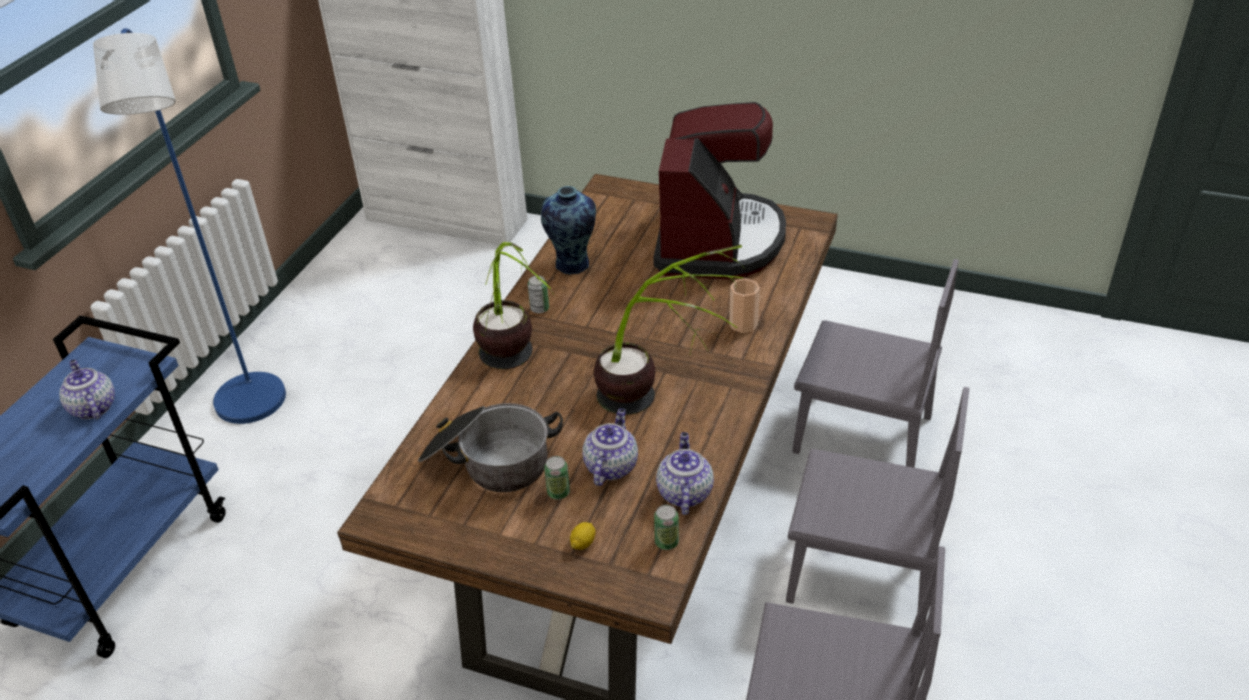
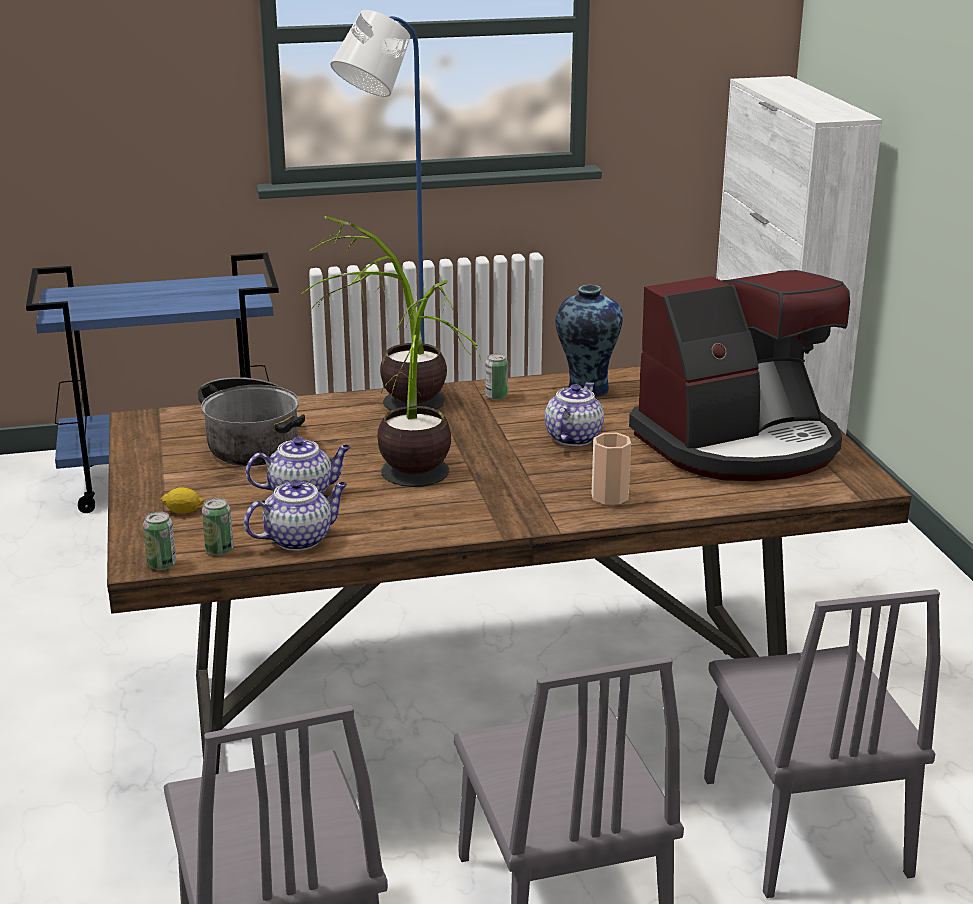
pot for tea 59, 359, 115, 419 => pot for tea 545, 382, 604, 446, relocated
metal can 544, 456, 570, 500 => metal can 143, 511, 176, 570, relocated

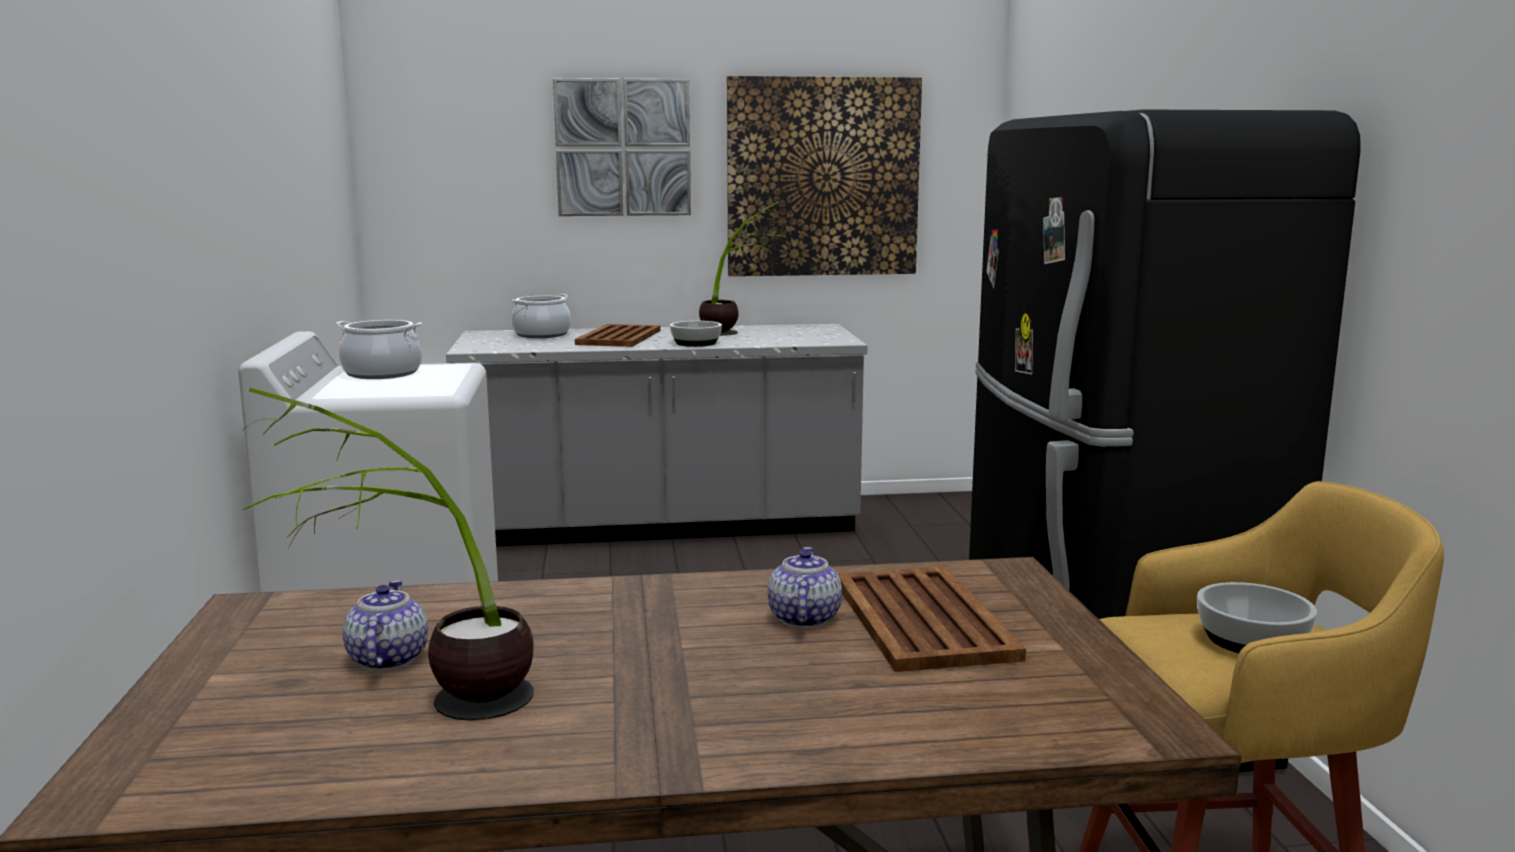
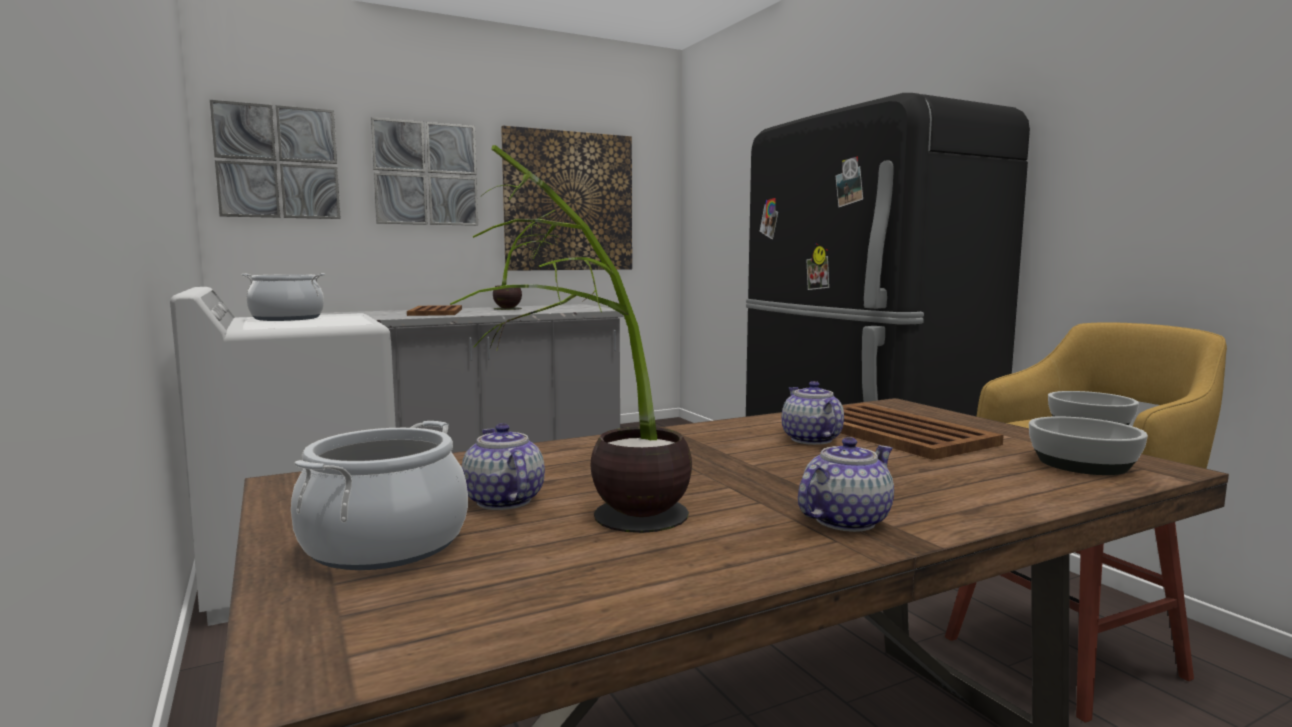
stockpot 511, 294, 571, 338 => stockpot 291, 421, 468, 570, relocated
serving bowl 670, 321, 722, 347 => serving bowl 1029, 416, 1148, 475, relocated
nothing => picture 210, 100, 341, 219
nothing => pot for tea 798, 437, 894, 532

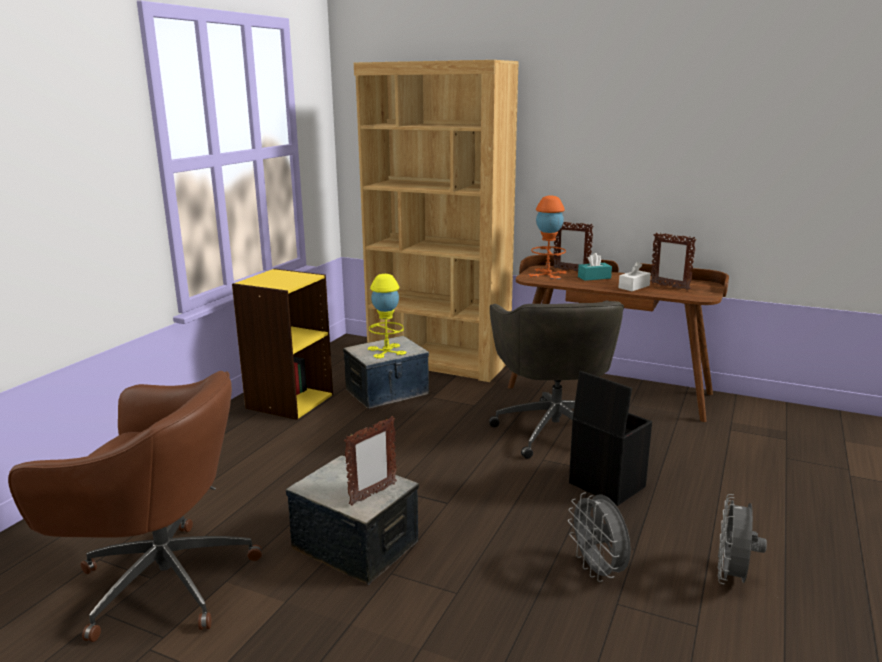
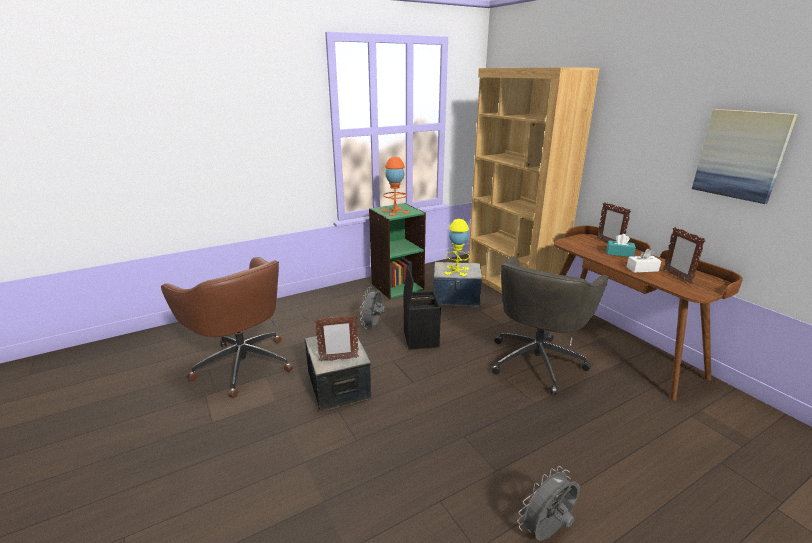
bookshelf (yellow-coloured) 232, 268, 333, 420 => bookshelf (green) 369, 203, 426, 299
lamp for a table (orangey) 528, 195, 567, 279 => lamp for a table (orangey) 381, 157, 409, 216, relocated
electric fan (greyish) 568, 492, 631, 582 => electric fan (greyish) 360, 287, 385, 328, relocated
storage bin (black) 569, 371, 652, 506 => storage bin (black) 403, 265, 441, 350, relocated
nothing => picture 692, 109, 798, 204

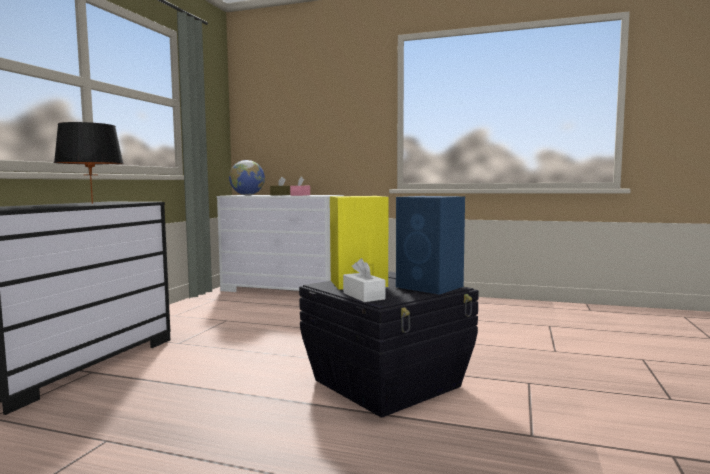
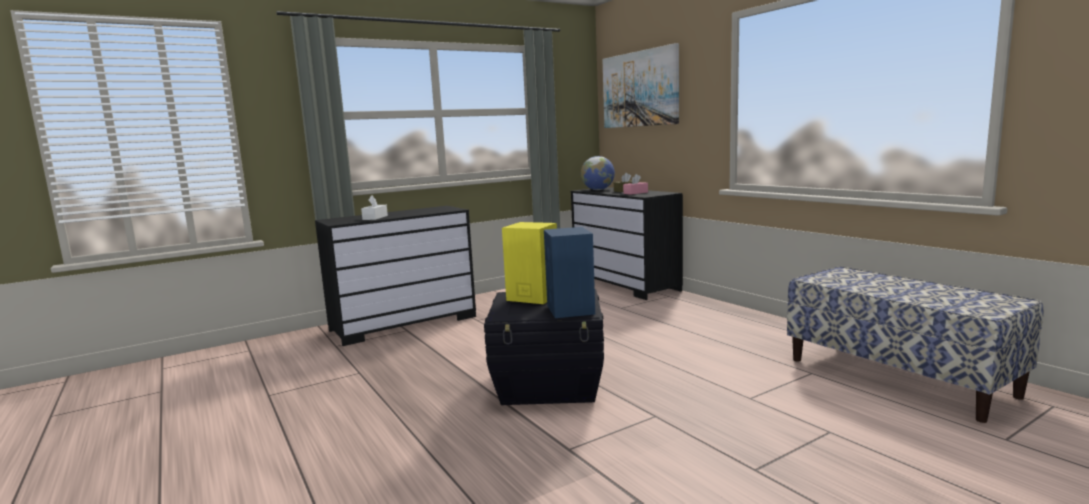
lamp for a table (black) 54, 122, 124, 204 => nothing
dresser (whitish) 217, 195, 344, 292 => dresser (black) 571, 187, 683, 300
tissue box (whitish) 343, 258, 385, 302 => tissue box (whitish) 361, 195, 388, 220, relocated
nothing => picture 603, 43, 679, 128
nothing => long seat 787, 267, 1043, 423

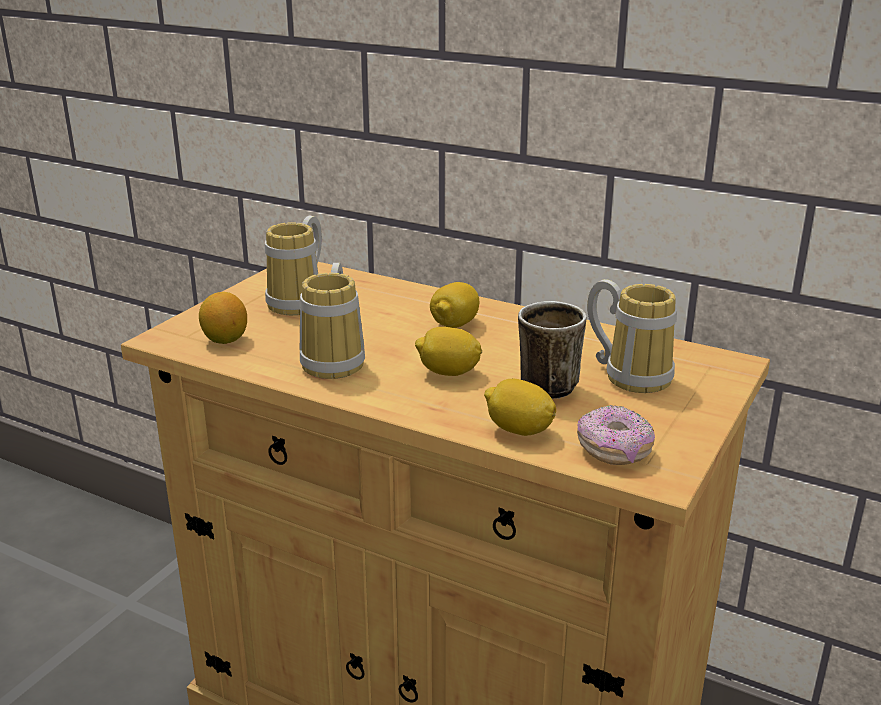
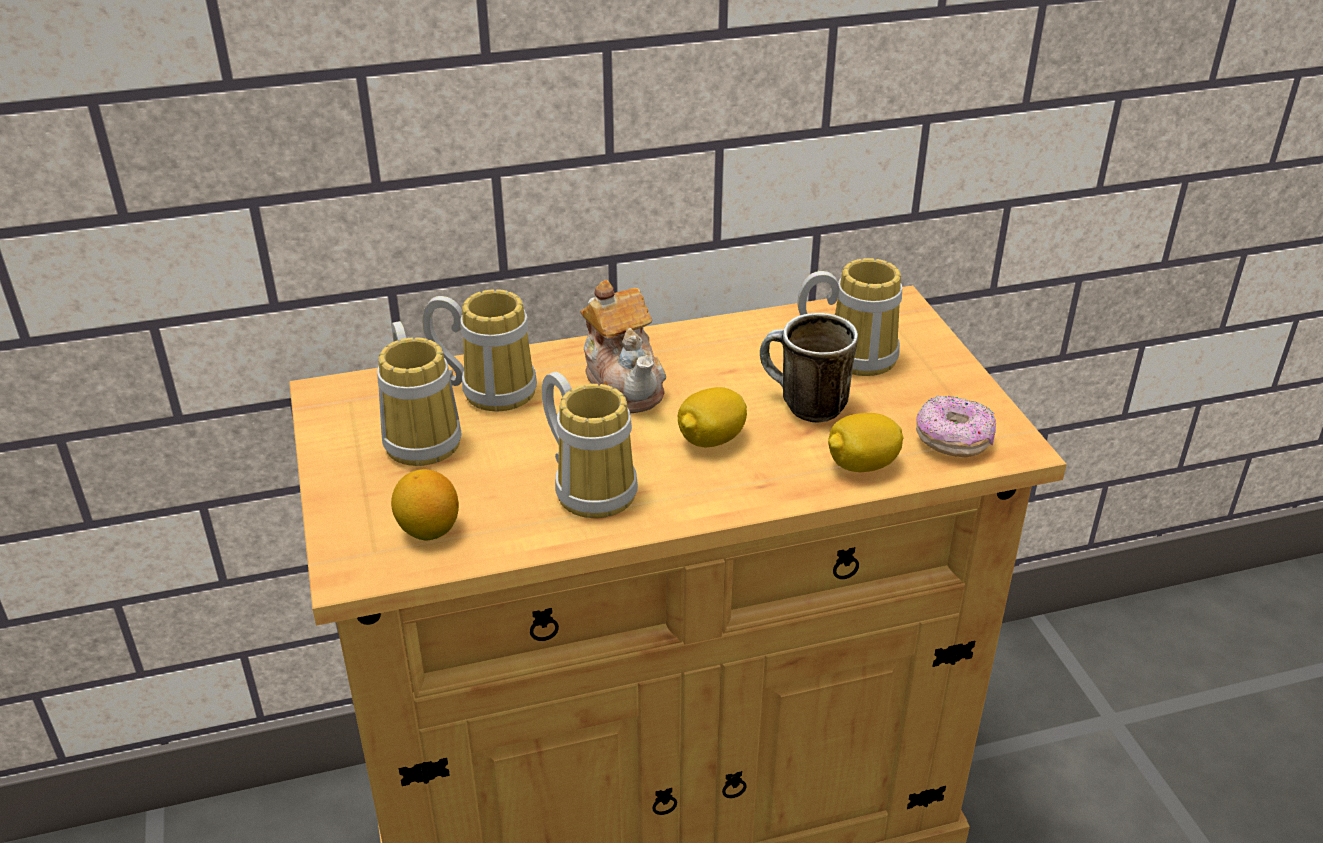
lemon 430, 282, 479, 328 => pot for tea 580, 280, 666, 413
nothing => mug 422, 289, 537, 411

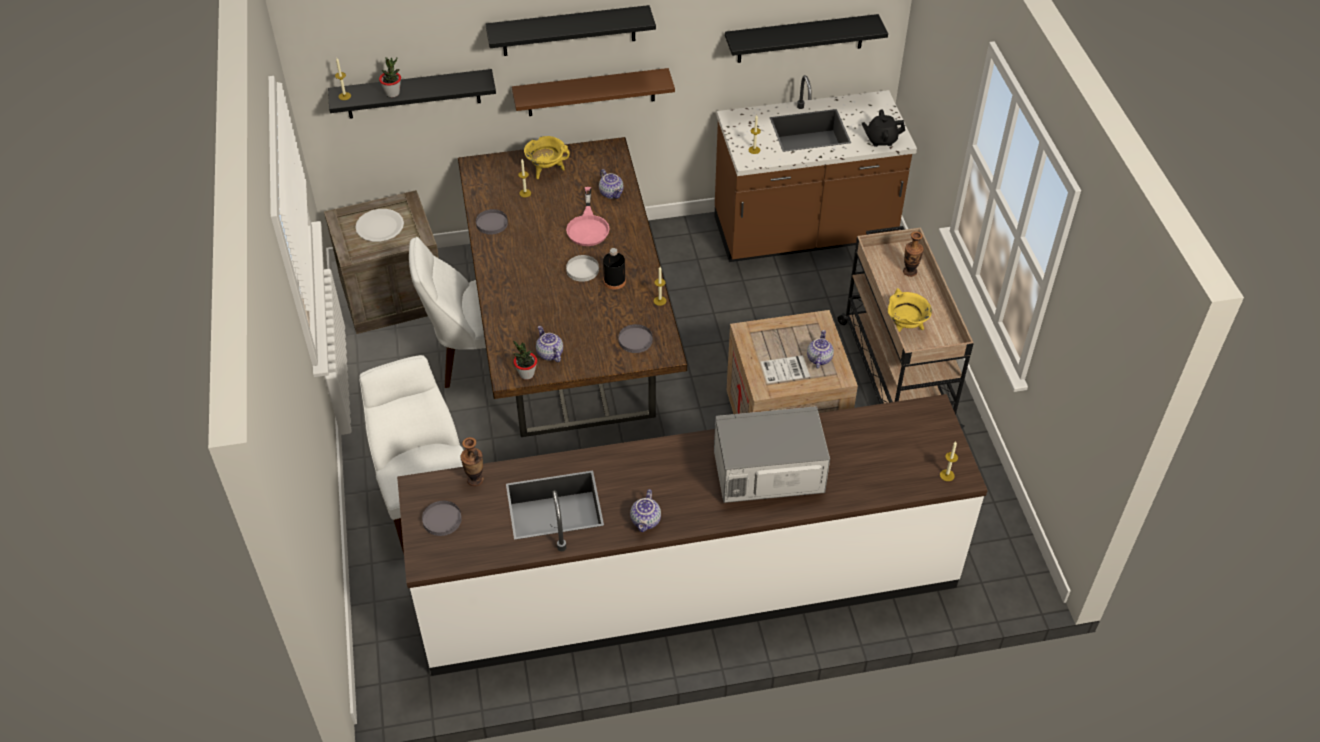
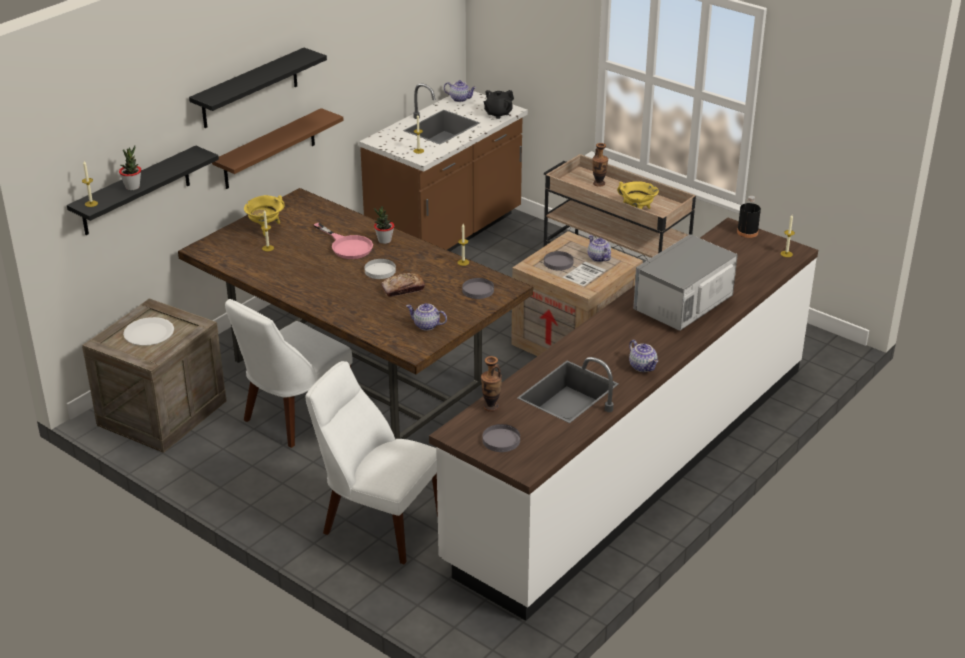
flat dish (greyish) 476, 209, 508, 234 => flat dish (greyish) 544, 251, 574, 271, relocated
houseplant 513, 340, 537, 380 => houseplant 374, 206, 394, 244, relocated
pot for tea 599, 169, 624, 199 => pot for tea 444, 80, 476, 102, relocated
beverage bottle (black) 603, 248, 626, 289 => beverage bottle (black) 737, 196, 761, 238, relocated
shelf (black) 725, 14, 888, 63 => nothing
nothing => bakery bread 381, 273, 425, 297

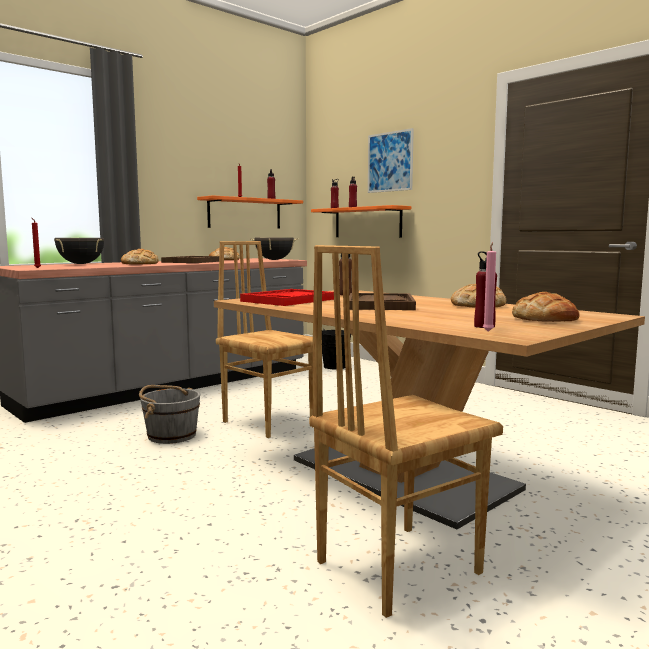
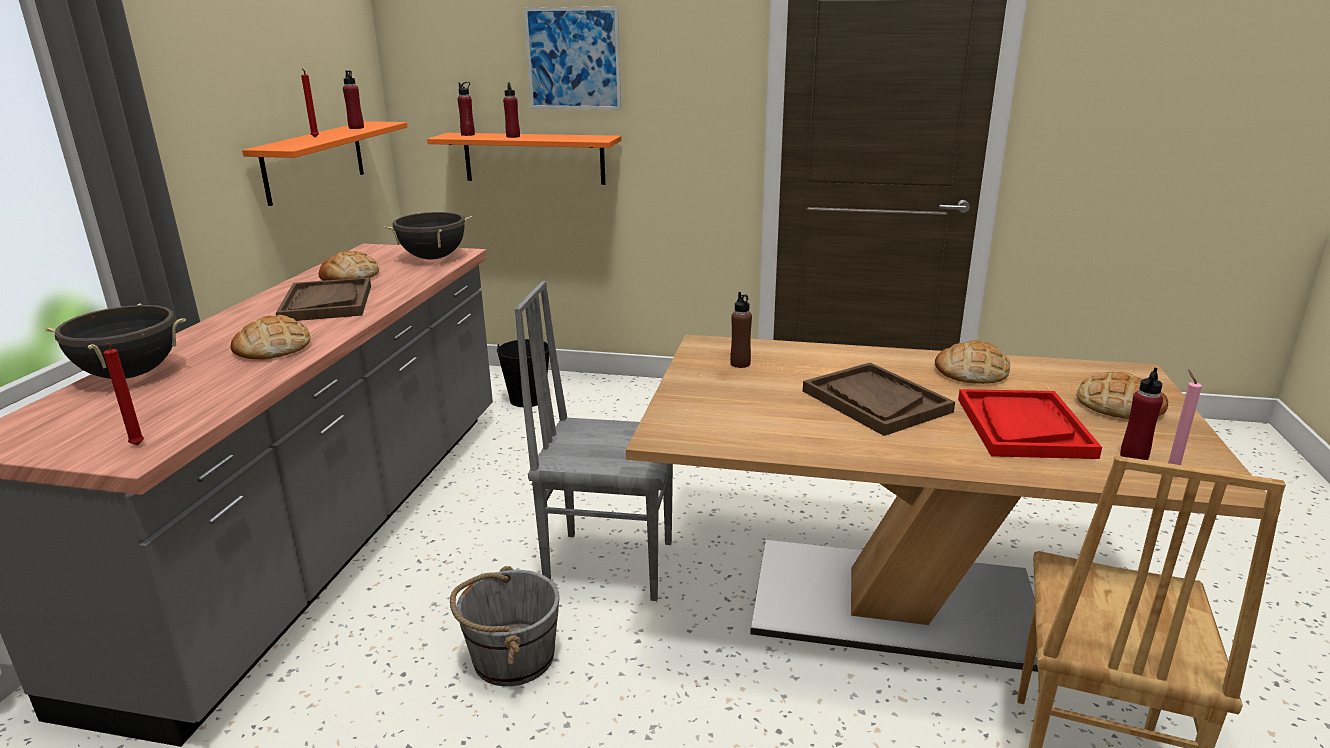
plain chair (brown-coloured) 216, 241, 313, 438 => plain chair (greyish) 515, 281, 673, 601
tray (red) 240, 289, 334, 306 => tray (red) 958, 389, 1102, 459, relocated

